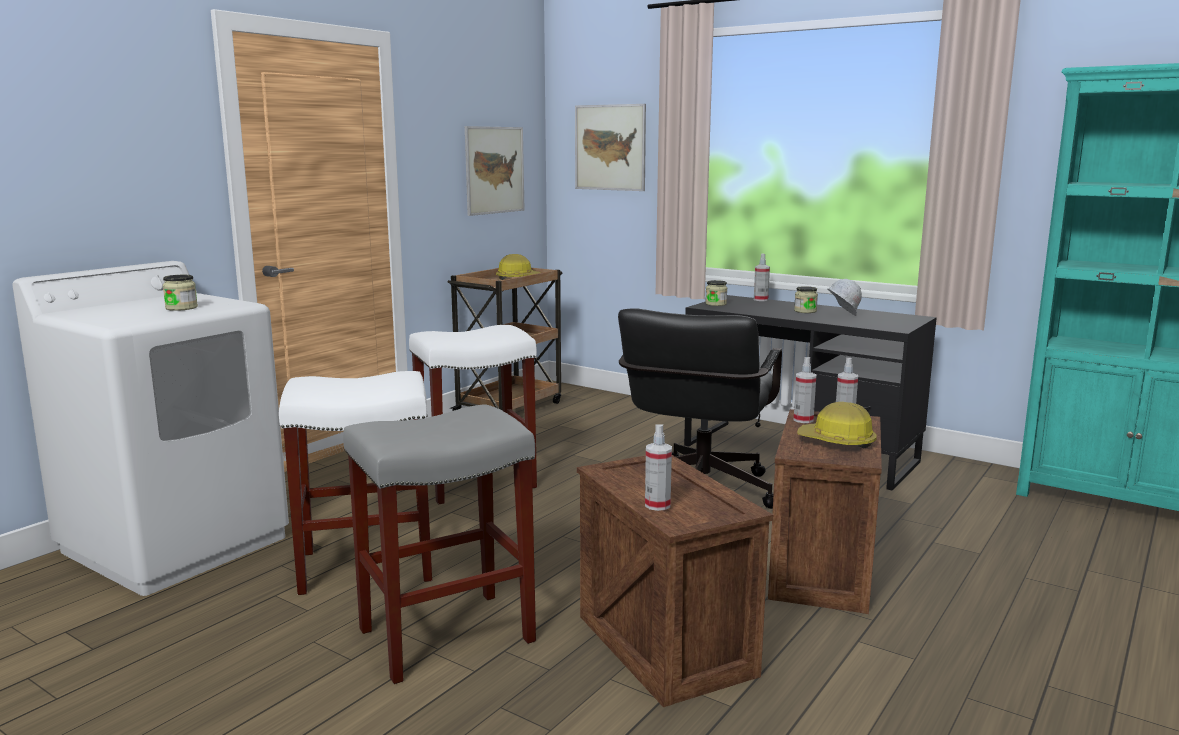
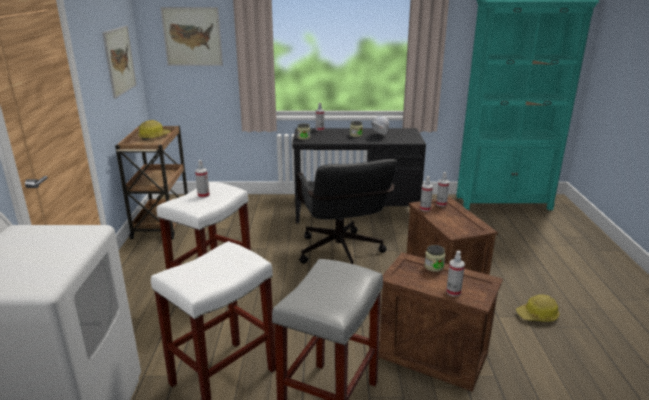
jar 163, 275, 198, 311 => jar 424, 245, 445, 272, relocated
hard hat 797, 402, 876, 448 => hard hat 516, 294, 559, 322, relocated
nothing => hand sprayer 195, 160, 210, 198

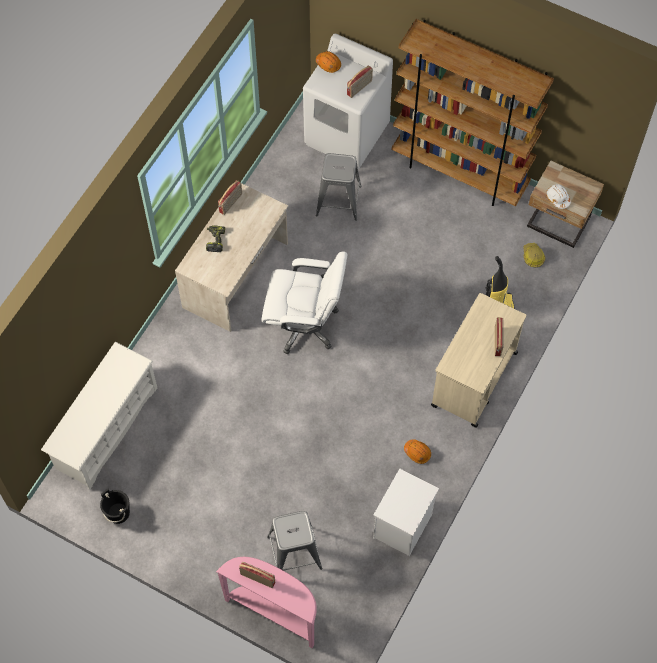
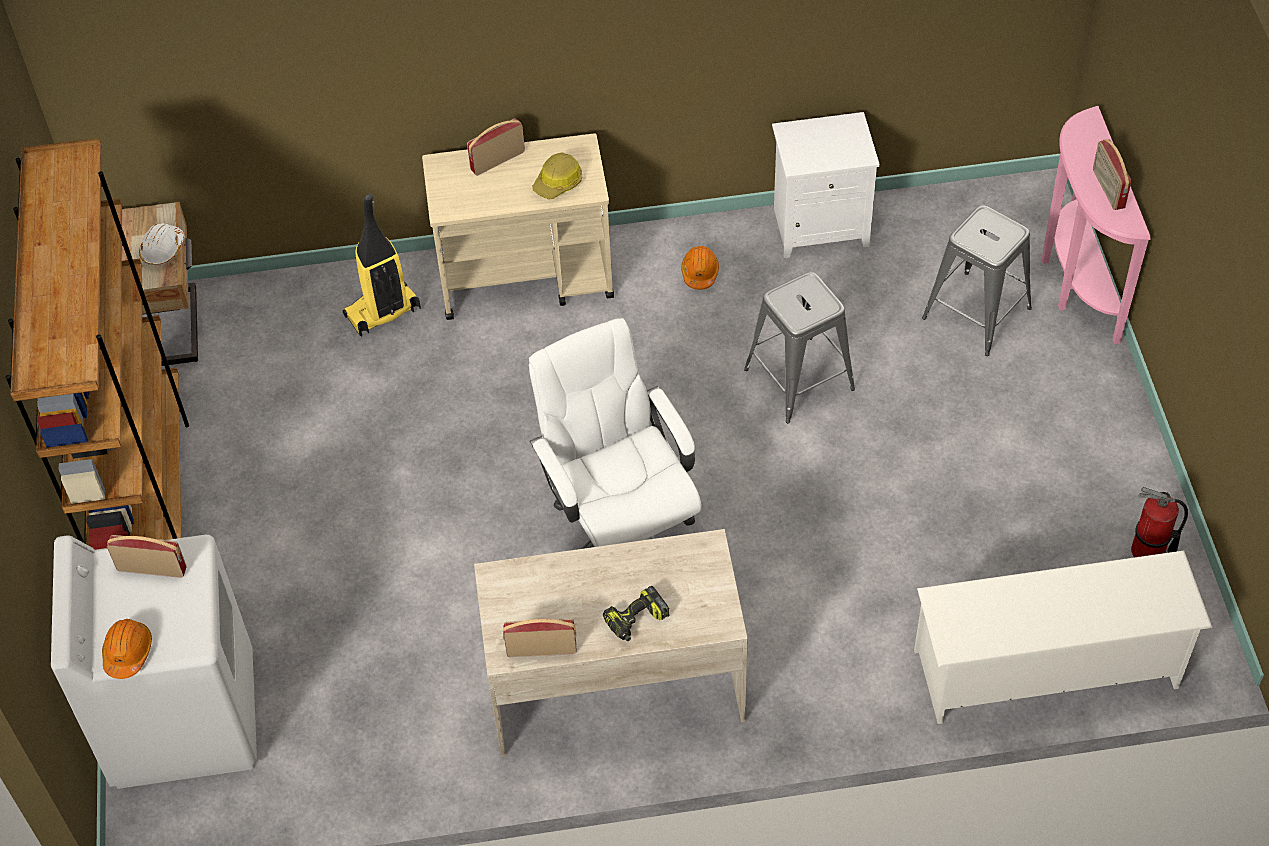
pail (black) 100, 489, 130, 524 => extinguisher 1131, 487, 1188, 557
sitting stool (greyish) 316, 153, 362, 221 => sitting stool (greyish) 744, 272, 855, 423, relocated
hard hat 523, 243, 545, 268 => hard hat 532, 152, 582, 200, relocated

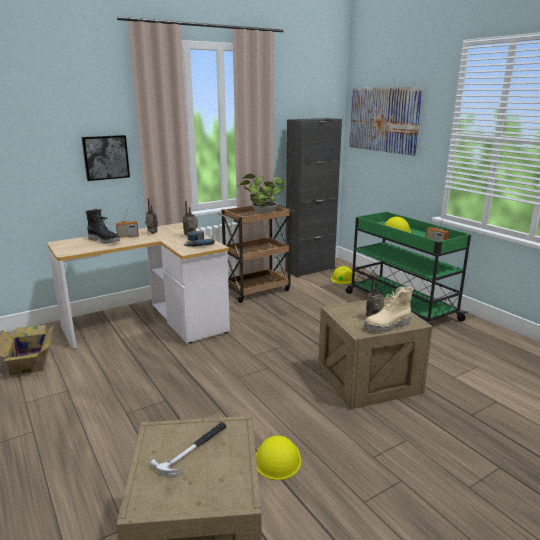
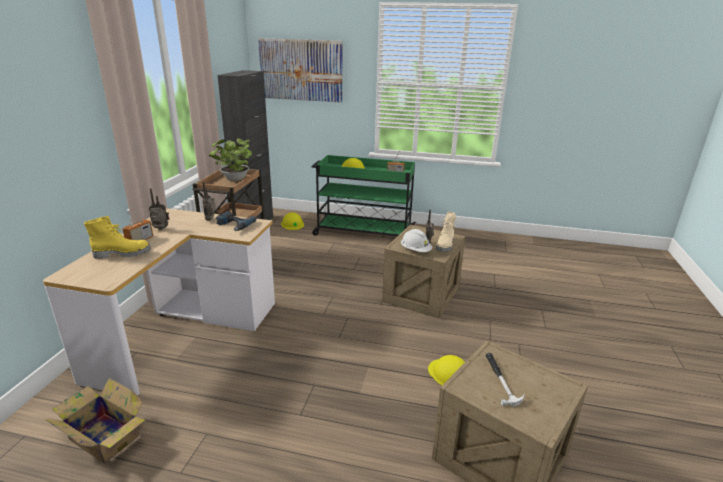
picture 81, 135, 130, 181 => nothing
high-top boot (black) 86, 209, 120, 244 => high-top boot (yellow-coloured) 84, 216, 151, 259
nothing => hard hat (whitish) 401, 229, 433, 252

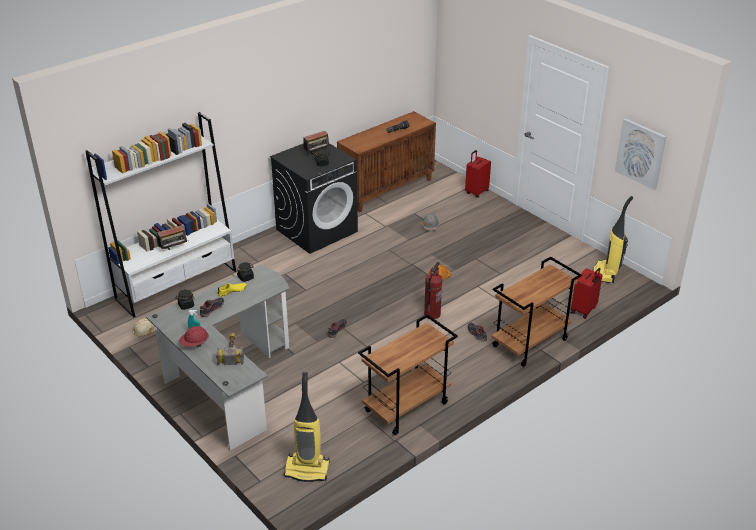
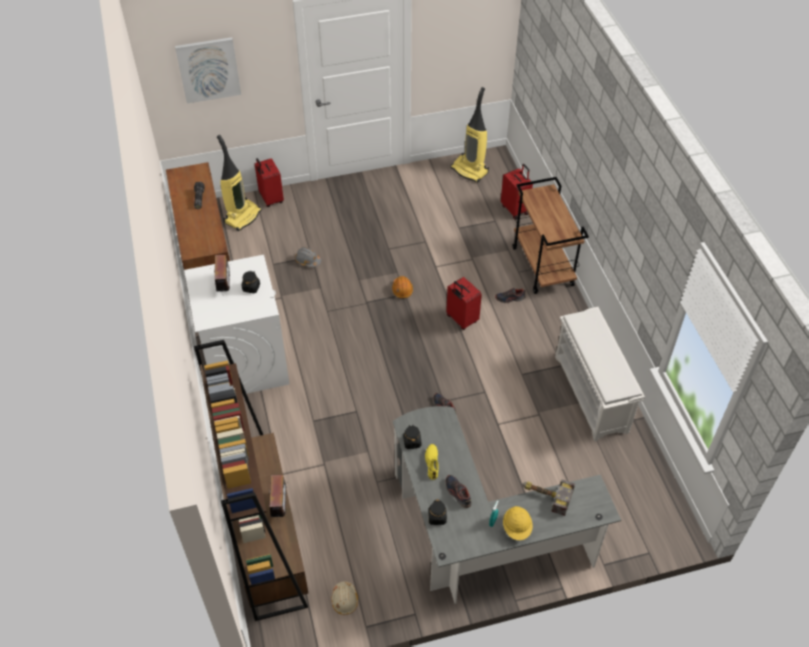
bookshelf (whitish) 85, 112, 236, 318 => bookshelf (brown-coloured) 194, 340, 308, 621
hard hat (red) 179, 326, 209, 347 => hard hat (yellow-coloured) 503, 506, 533, 540
laundry machine (black) 270, 143, 358, 254 => laundry machine (whitish) 184, 255, 290, 395
hoover 284, 372, 330, 482 => hoover 217, 135, 262, 231, relocated
cart (brown-coloured) 358, 314, 458, 435 => shoe stand (whitish) 555, 307, 645, 441
extinguisher 424, 262, 442, 319 => suitcase (red) 446, 277, 482, 330
picture 615, 118, 667, 190 => picture 175, 37, 241, 104, relocated

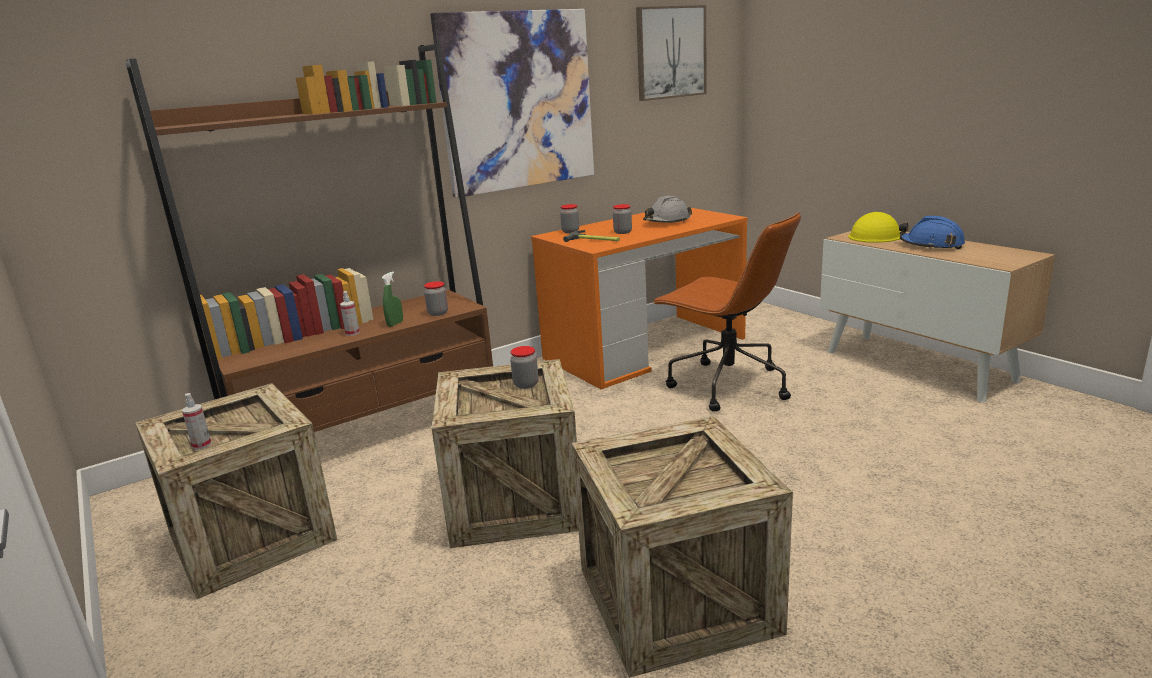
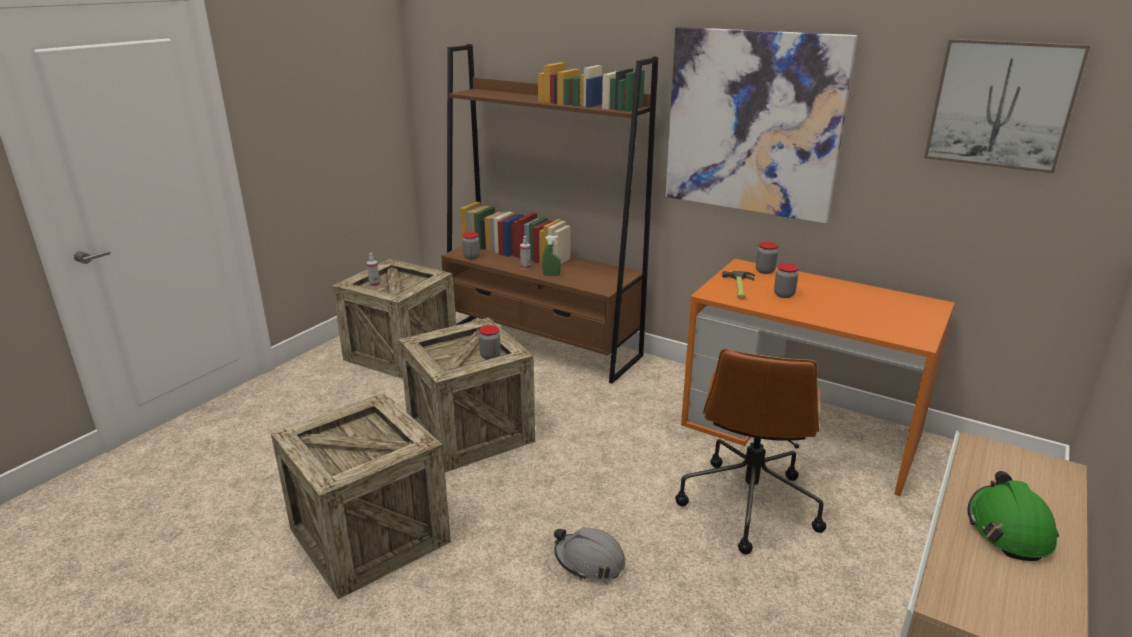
jar 424, 281, 448, 316 => jar 462, 232, 480, 259, relocated
hard hat (greyish) 643, 196, 692, 223 => hard hat (greyish) 554, 527, 626, 580, relocated
hard hat (yellow-coloured) 848, 212, 900, 243 => nothing
hard hat (blue-coloured) 899, 216, 965, 250 => hard hat (green) 968, 471, 1059, 561

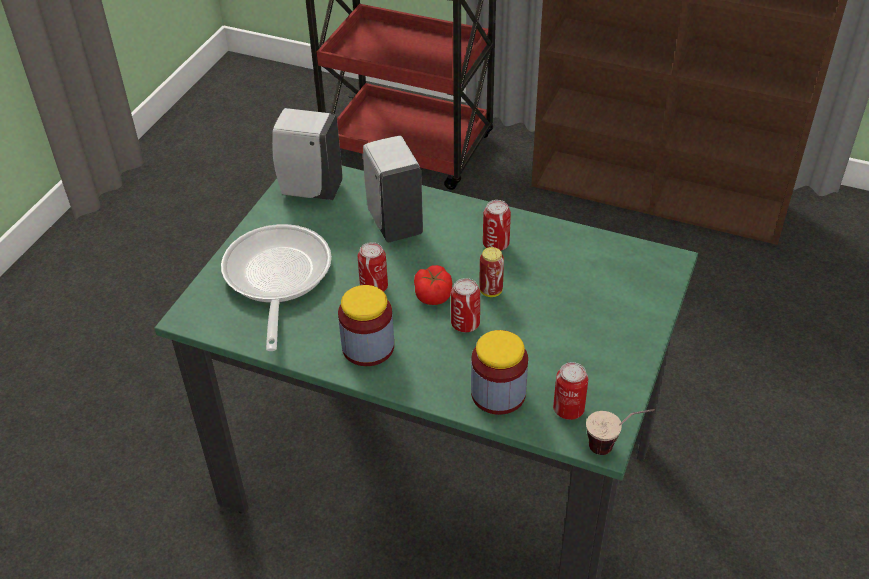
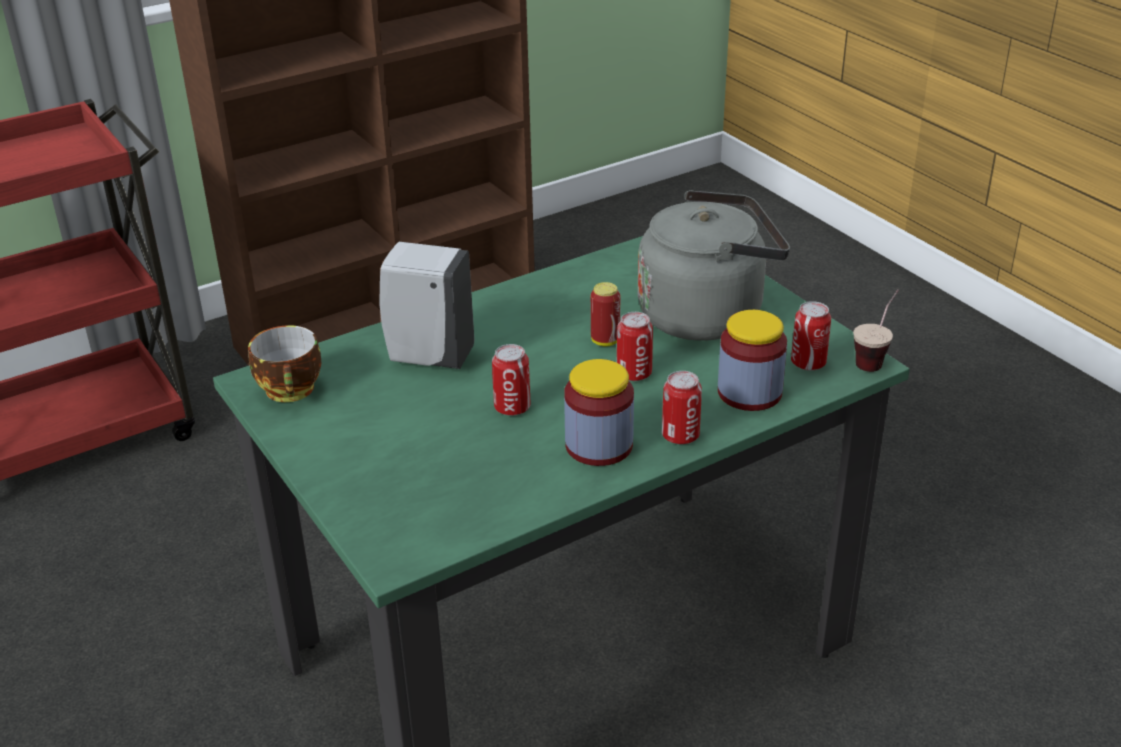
skillet 221, 224, 332, 351 => nothing
liquid soap bottle (whitish) 272, 108, 343, 200 => cup 248, 325, 321, 402
whole tomato 414, 265, 452, 305 => nothing
metal can 483, 200, 511, 251 => metal can 662, 371, 702, 444, relocated
nothing => kettle (greyish) 638, 190, 790, 341

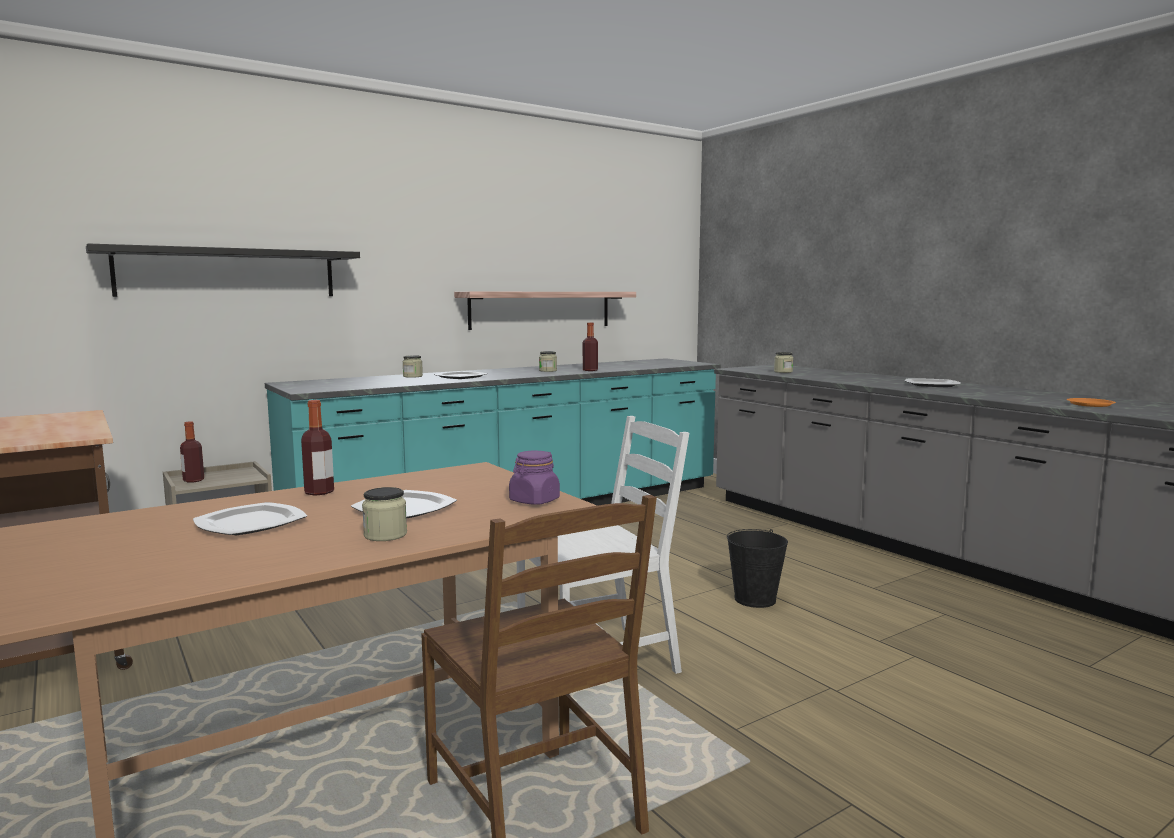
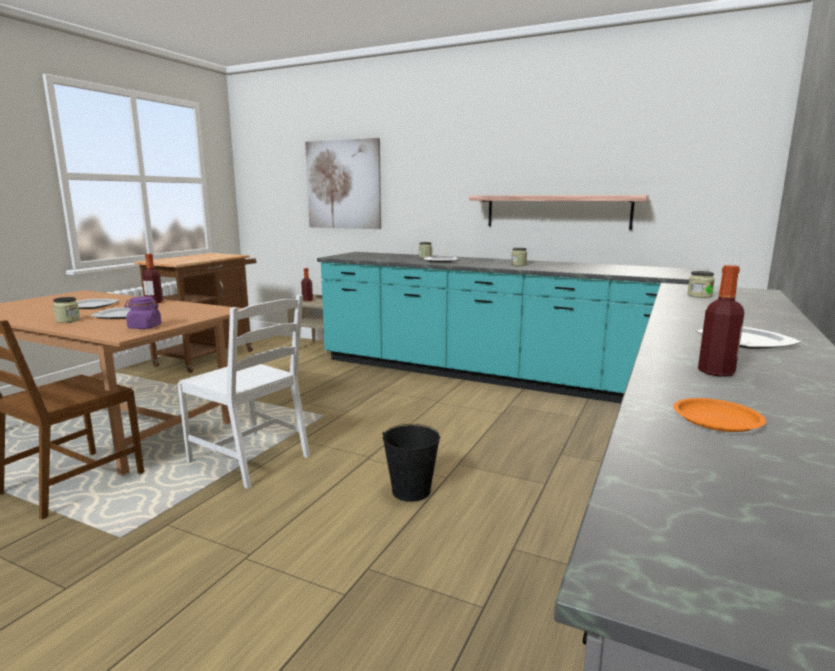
shelf (black) 86, 244, 360, 297 => picture 305, 138, 381, 229
beverage bottle 583, 322, 598, 371 => beverage bottle 698, 265, 744, 377, relocated

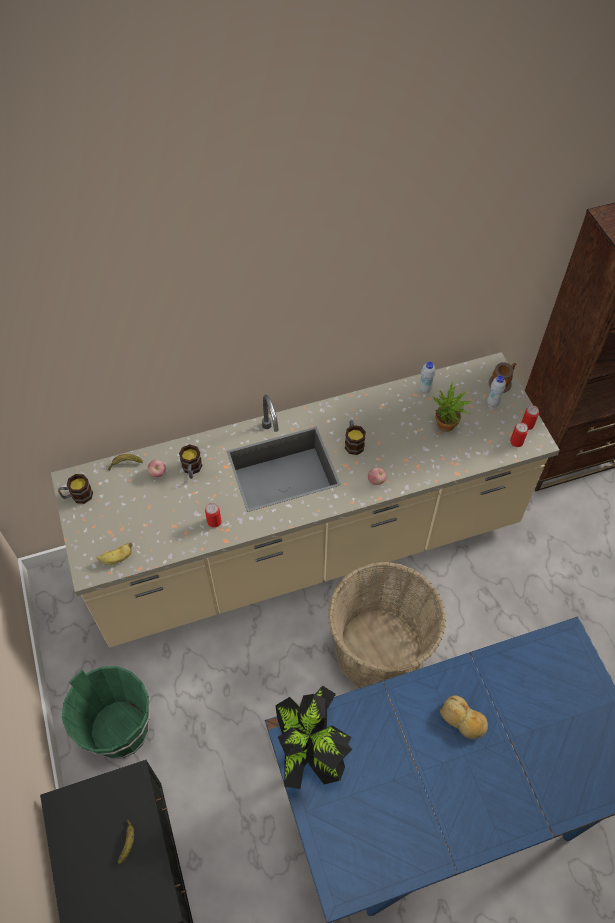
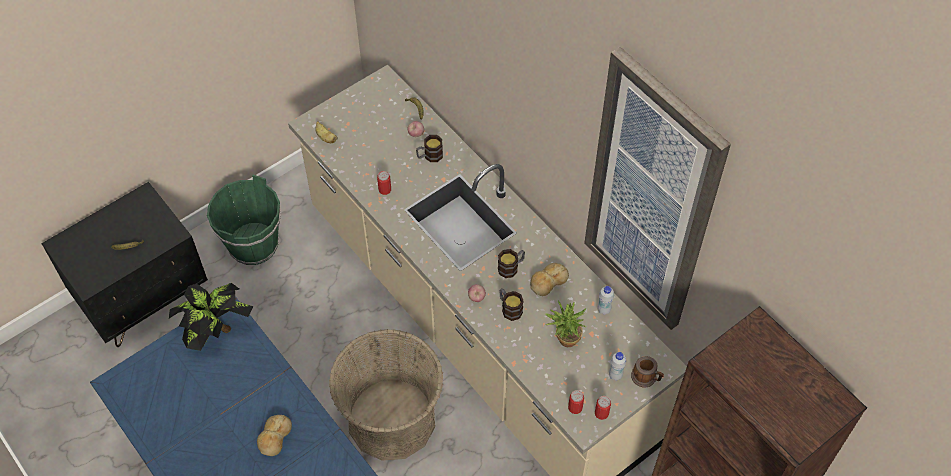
mug 58, 474, 93, 504 => mug 499, 288, 524, 321, relocated
nothing => bakery bread 530, 263, 569, 296
nothing => picture 584, 47, 731, 330

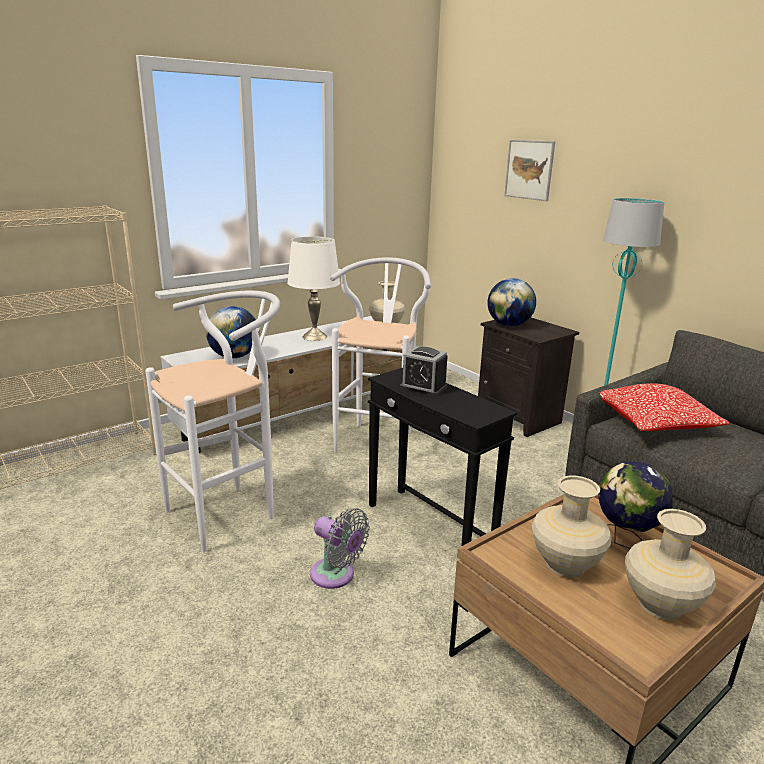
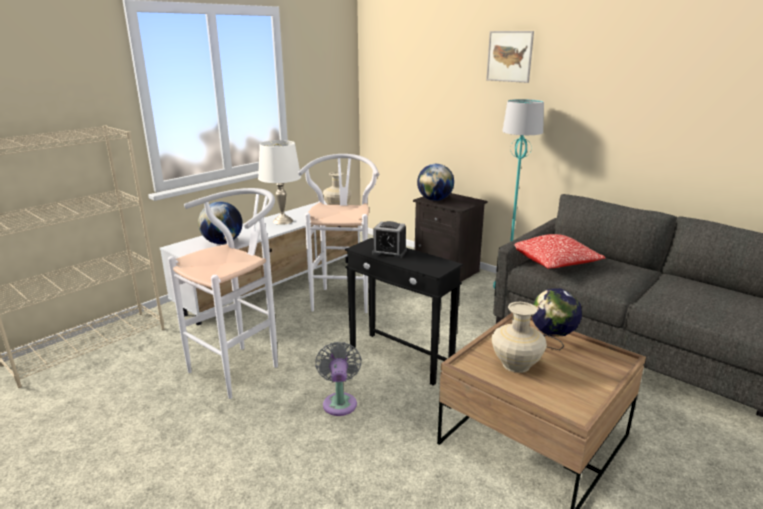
electric fan (greyish) 310, 508, 370, 589 => electric fan (greyish) 315, 342, 362, 416, 120 degrees counterclockwise
picture 504, 140, 555, 201 => picture 486, 31, 534, 83, relocated
vase (beige-coloured) 625, 509, 716, 620 => nothing

